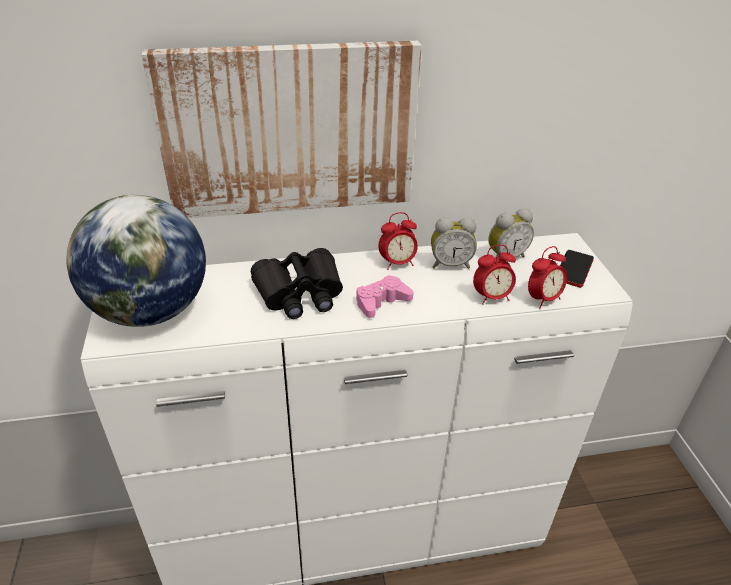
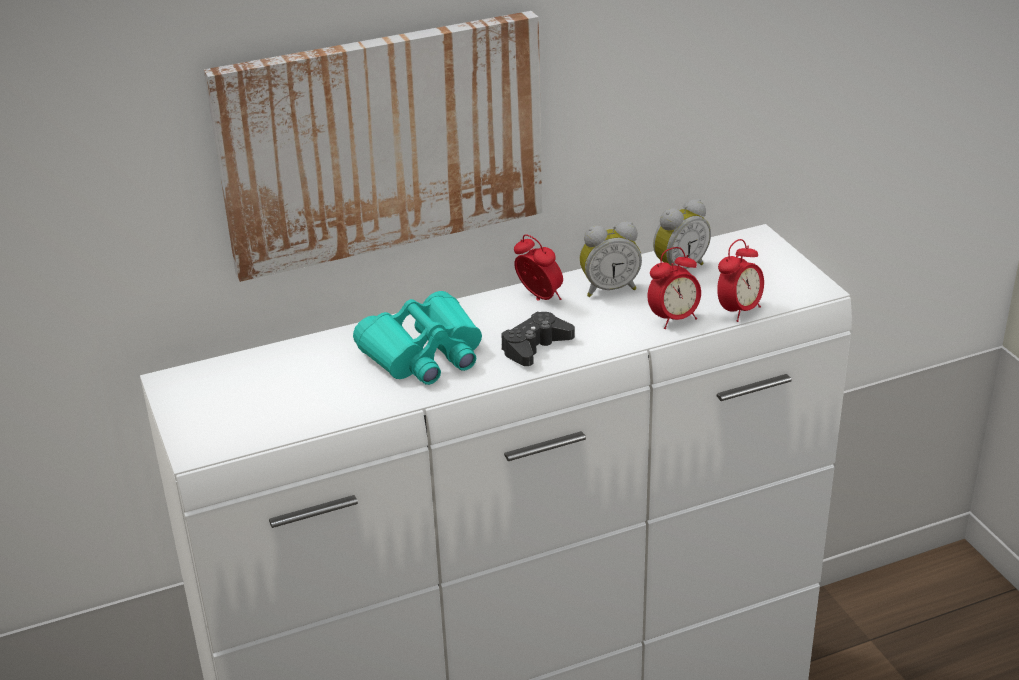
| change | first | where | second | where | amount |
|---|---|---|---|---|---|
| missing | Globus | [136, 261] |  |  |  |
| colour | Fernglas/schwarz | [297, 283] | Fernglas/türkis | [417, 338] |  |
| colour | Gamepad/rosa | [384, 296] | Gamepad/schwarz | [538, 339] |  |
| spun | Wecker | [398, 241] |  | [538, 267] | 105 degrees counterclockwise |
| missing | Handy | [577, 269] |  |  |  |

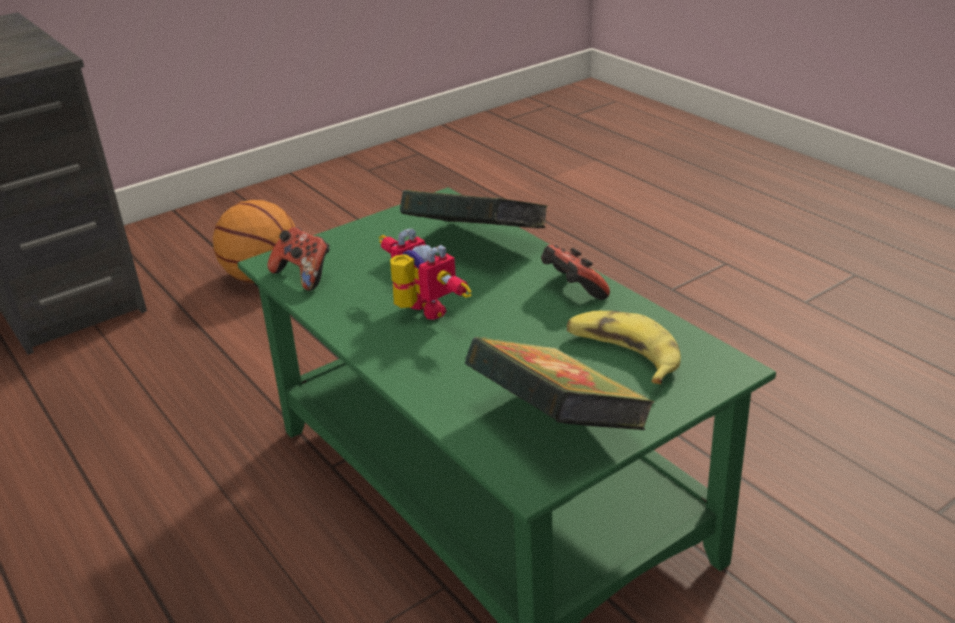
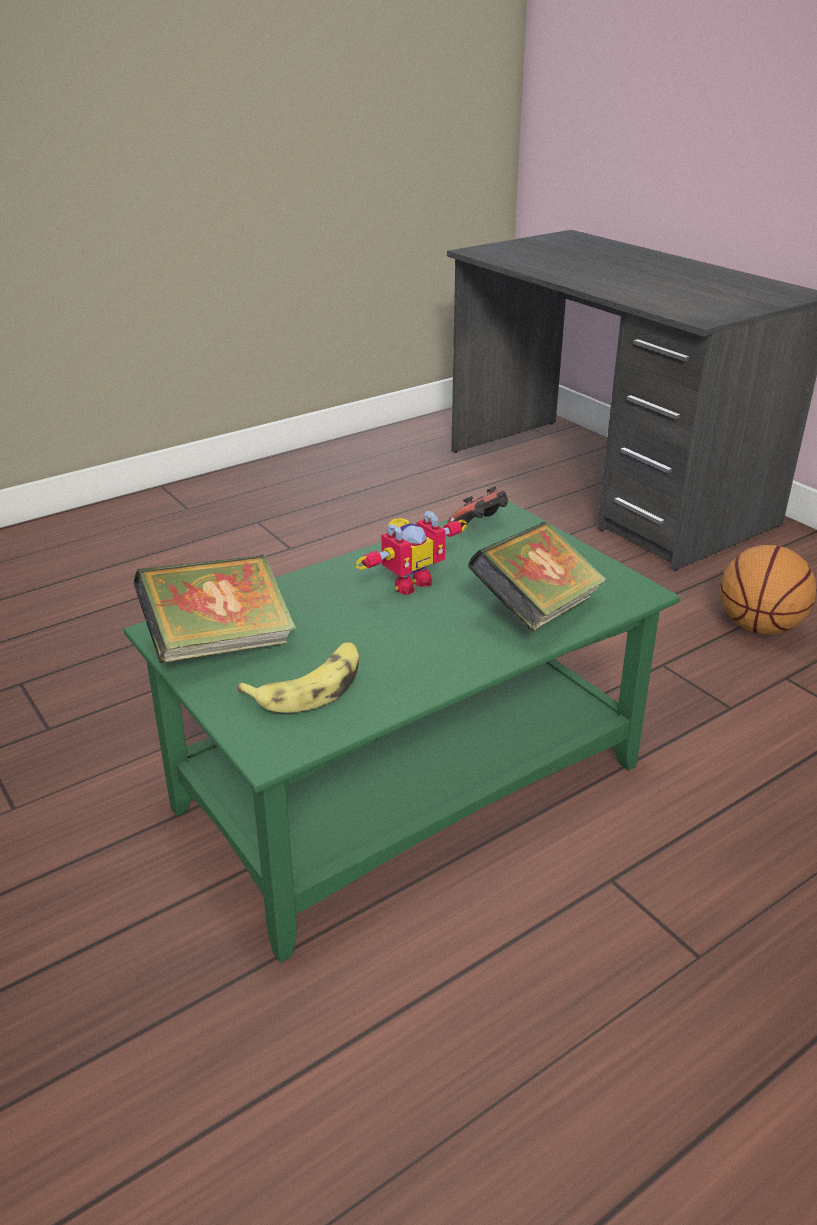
| change | first | where | second | where | amount |
|---|---|---|---|---|---|
| missing | Gamepad | [575, 272] |  |  |  |

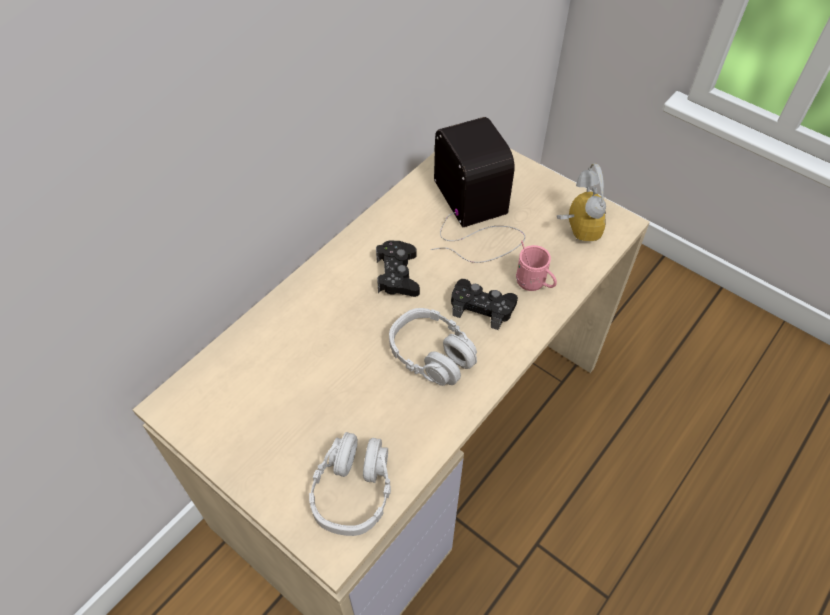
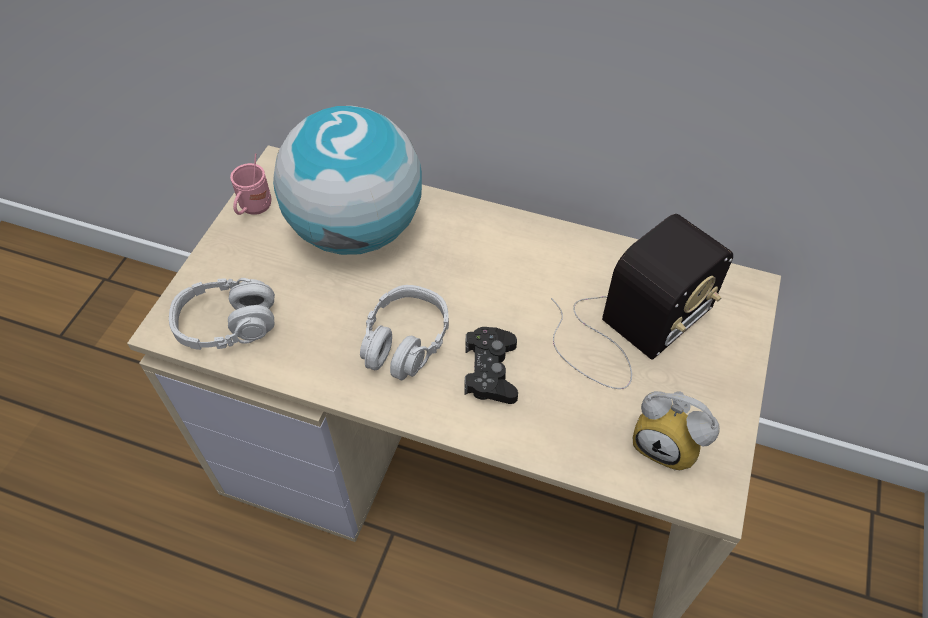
| change | first | where | second | where | amount |
|---|---|---|---|---|---|
| missing | Gamepad/schwarz | [398, 269] |  |  |  |
| relocated | Henkelbecher/rosa | [536, 265] |  | [250, 184] |  |
| spun | Wecker | [581, 202] |  | [676, 430] | 60 degrees clockwise |
| appeared |  |  | Globus | [347, 180] |  |

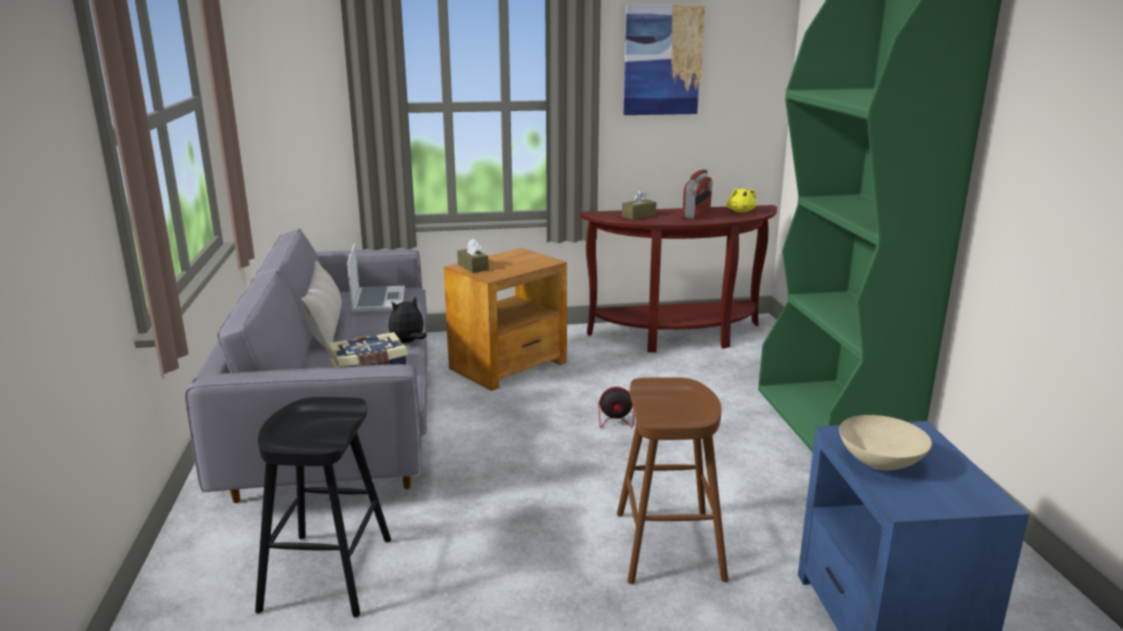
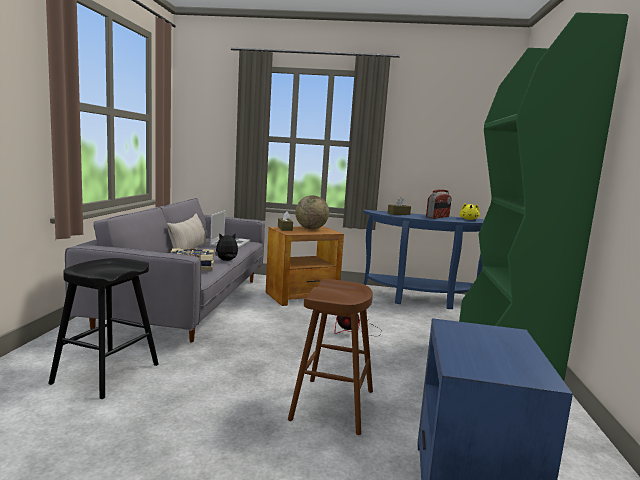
| change | first | where | second | where | amount |
|---|---|---|---|---|---|
| colour | Konsolentisch/braun | [678, 279] | Konsolentisch/blau | [423, 259] |  |
| missing | Bild | [664, 60] |  |  |  |
| missing | Schüssel/beige | [885, 443] |  |  |  |
| appeared |  |  | Globus | [312, 212] |  |

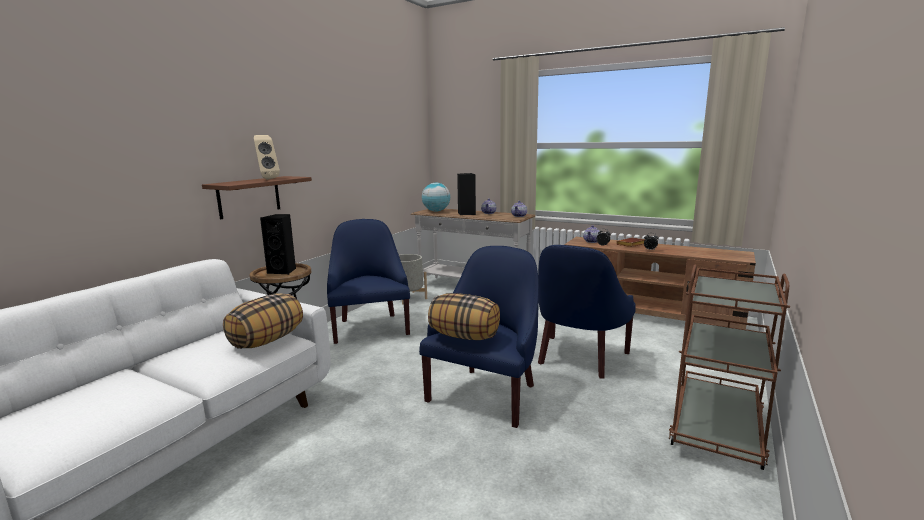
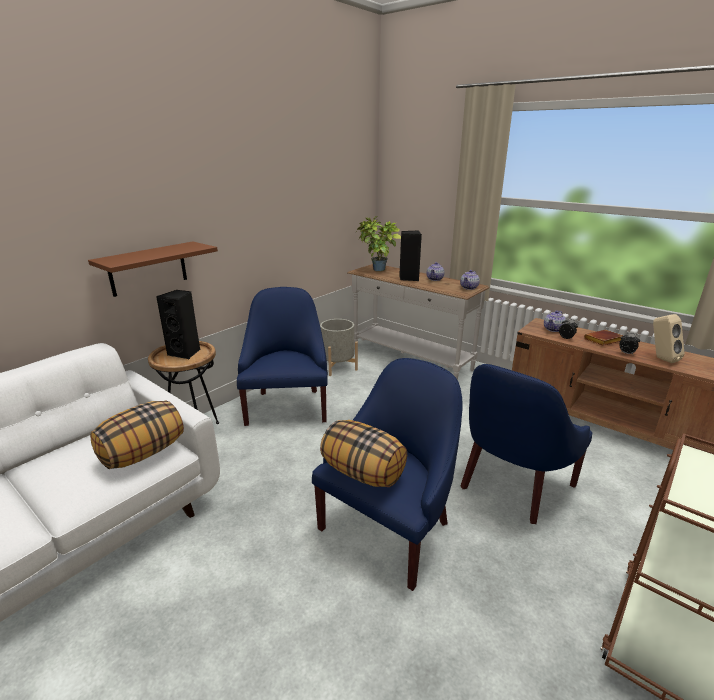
| change | first | where | second | where | amount |
|---|---|---|---|---|---|
| relocated | Lautsprecher/beige | [267, 157] |  | [669, 338] |  |
| exchanged | Globus | [436, 197] | Topfpflanze | [378, 243] |  |

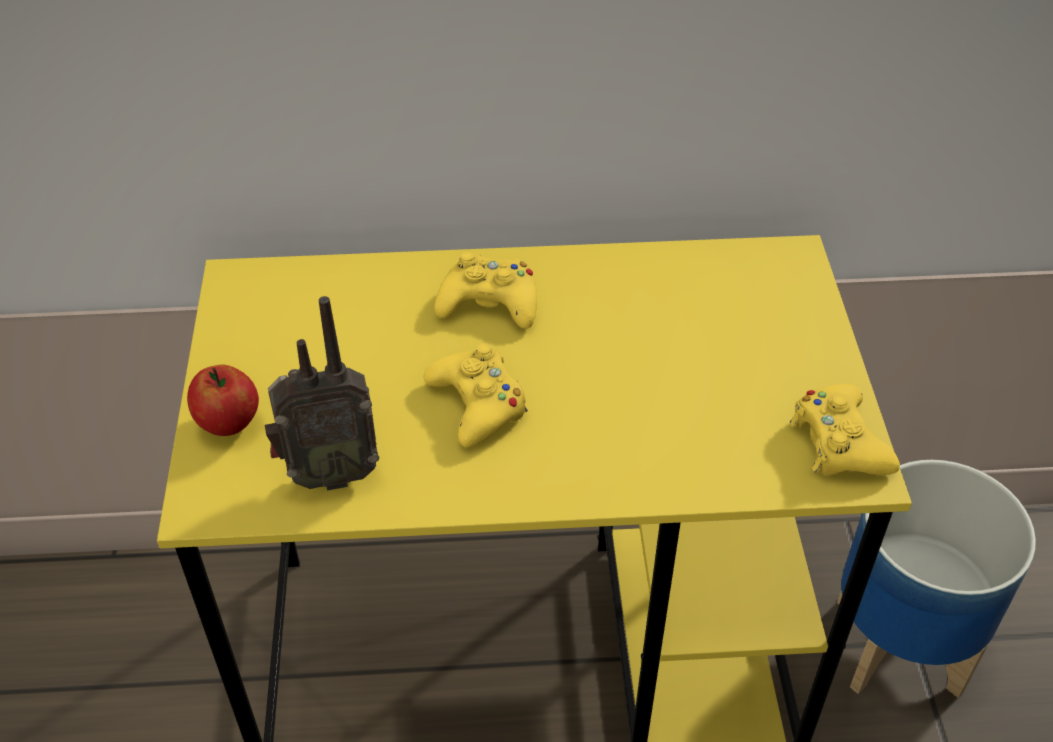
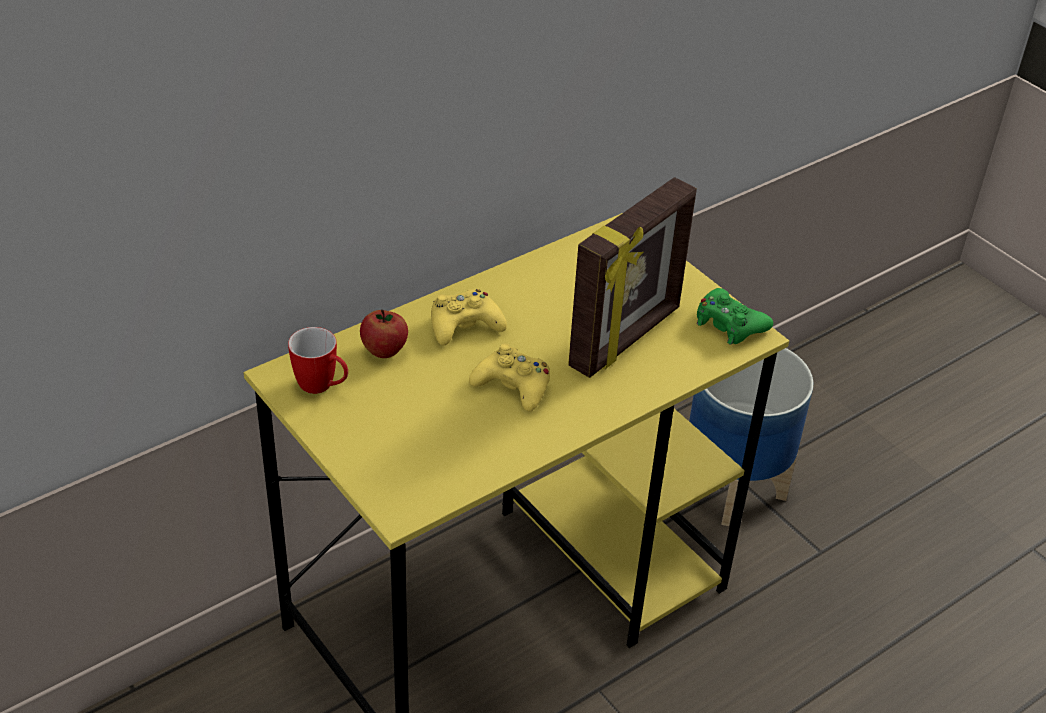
| change | first | where | second | where | amount |
|---|---|---|---|---|---|
| relocated | Apfel | [223, 400] |  | [384, 334] |  |
| missing | Radio | [322, 393] |  |  |  |
| colour | Gamepad/gelb | [845, 429] | Gamepad/grün | [735, 316] |  |
| appeared |  |  | Henkelbecher | [318, 360] |  |
| appeared |  |  | Bilderrahmen | [632, 277] |  |

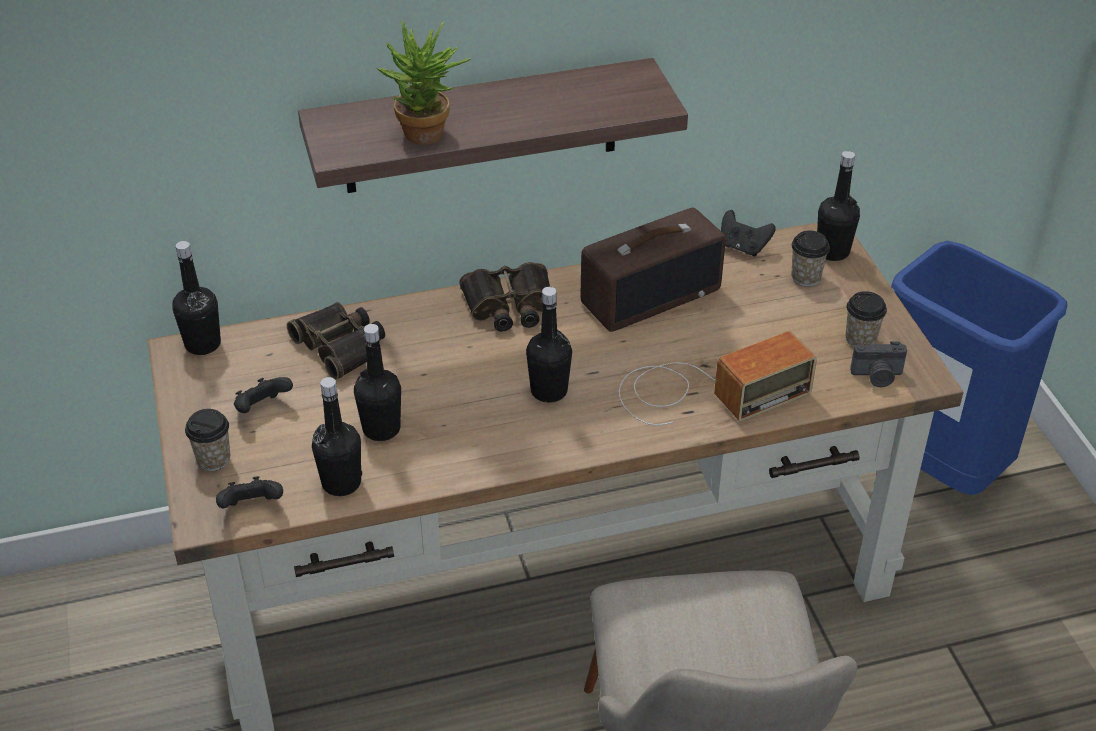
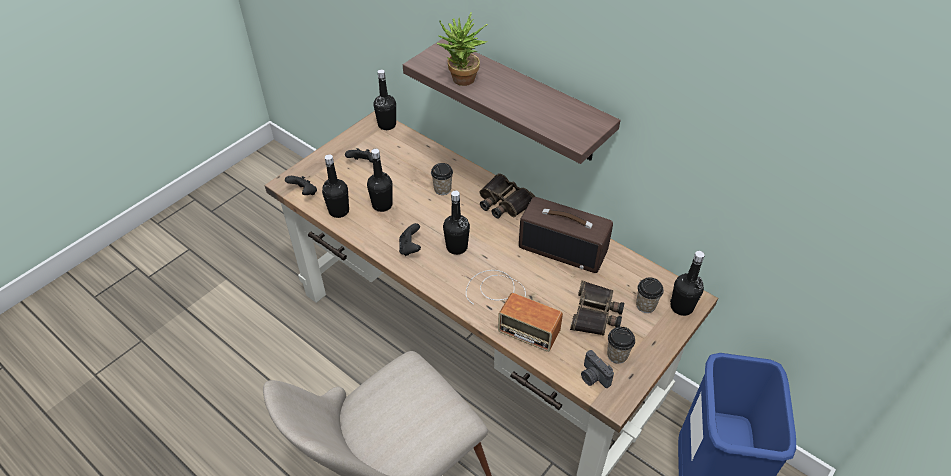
| change | first | where | second | where | amount |
|---|---|---|---|---|---|
| relocated | Tasse | [207, 440] |  | [442, 179] |  |
| relocated | Fernglas | [336, 341] |  | [597, 308] |  |
| relocated | Gamepad/schwarz | [748, 233] |  | [410, 239] |  |

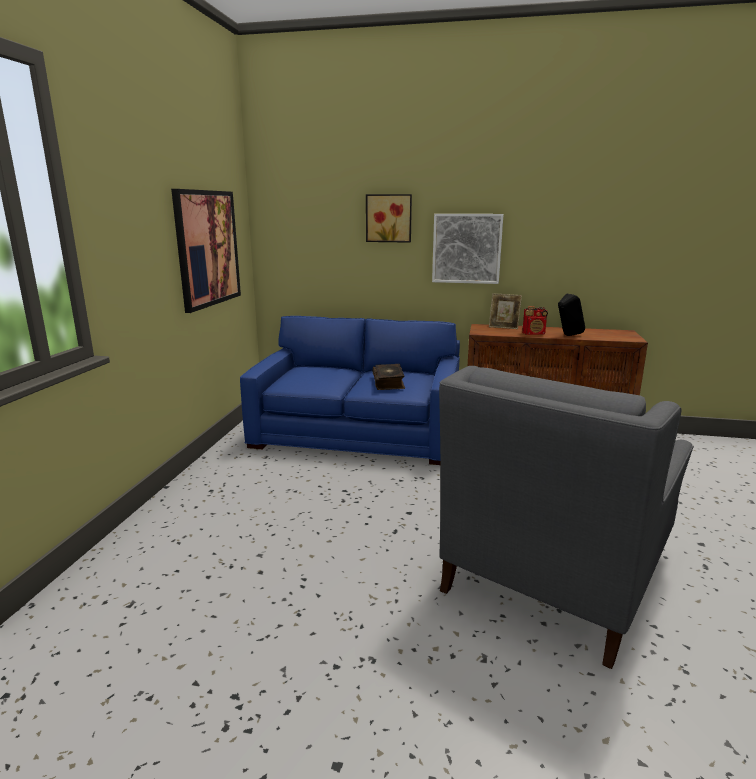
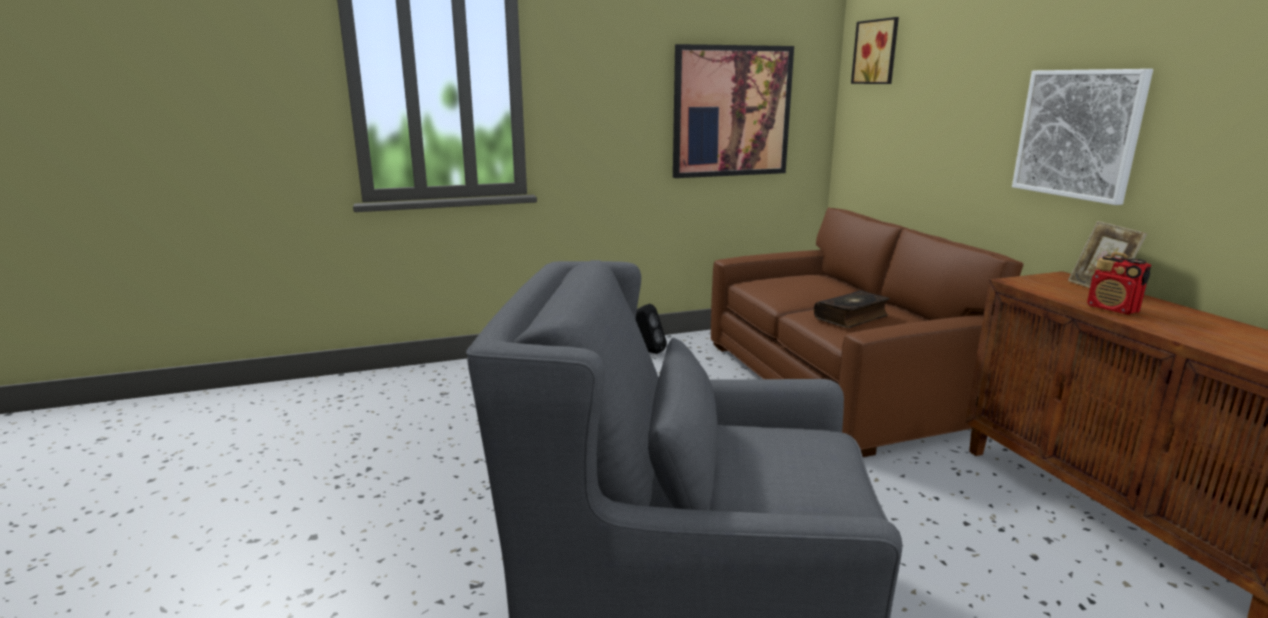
| change | first | where | second | where | amount |
|---|---|---|---|---|---|
| colour | Sofa/blau | [350, 390] | Sofa/braun | [867, 332] |  |
| relocated | Bild | [389, 218] |  | [875, 50] |  |
| relocated | Lautsprecher/schwarz | [571, 314] |  | [651, 329] |  |

